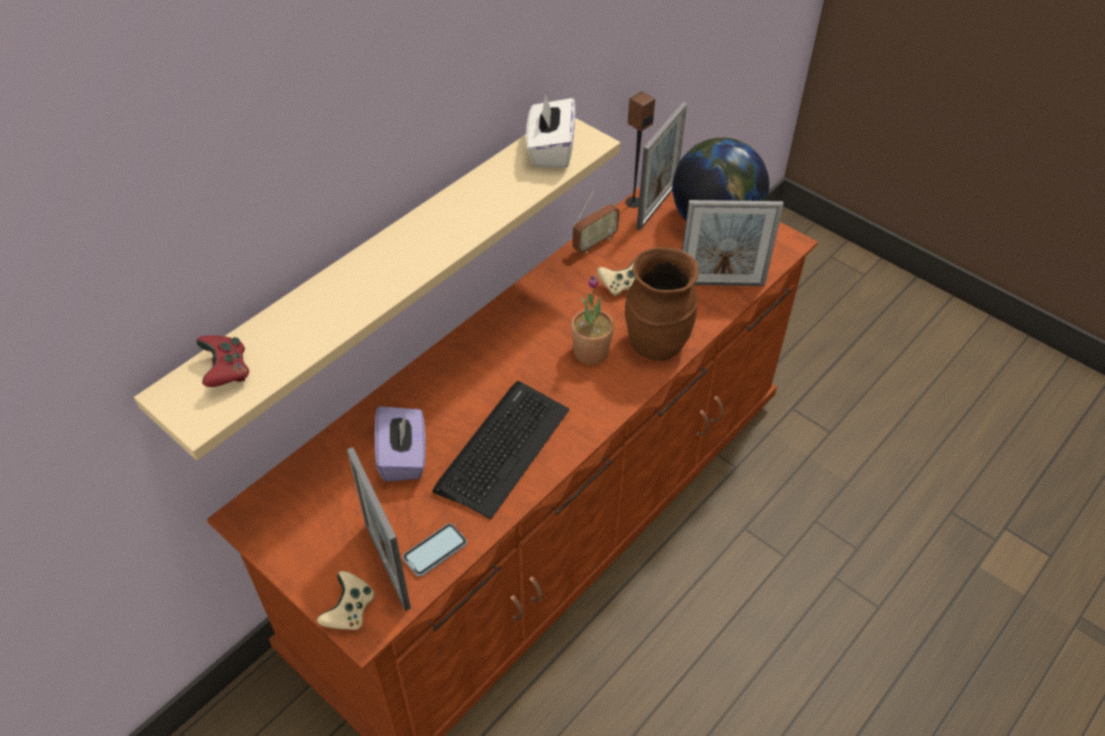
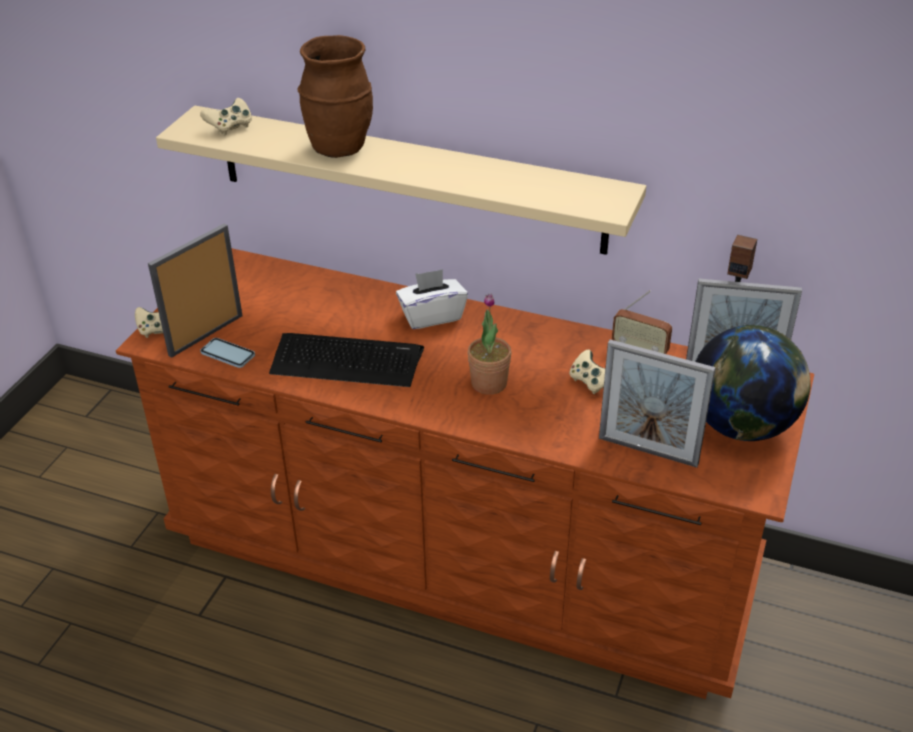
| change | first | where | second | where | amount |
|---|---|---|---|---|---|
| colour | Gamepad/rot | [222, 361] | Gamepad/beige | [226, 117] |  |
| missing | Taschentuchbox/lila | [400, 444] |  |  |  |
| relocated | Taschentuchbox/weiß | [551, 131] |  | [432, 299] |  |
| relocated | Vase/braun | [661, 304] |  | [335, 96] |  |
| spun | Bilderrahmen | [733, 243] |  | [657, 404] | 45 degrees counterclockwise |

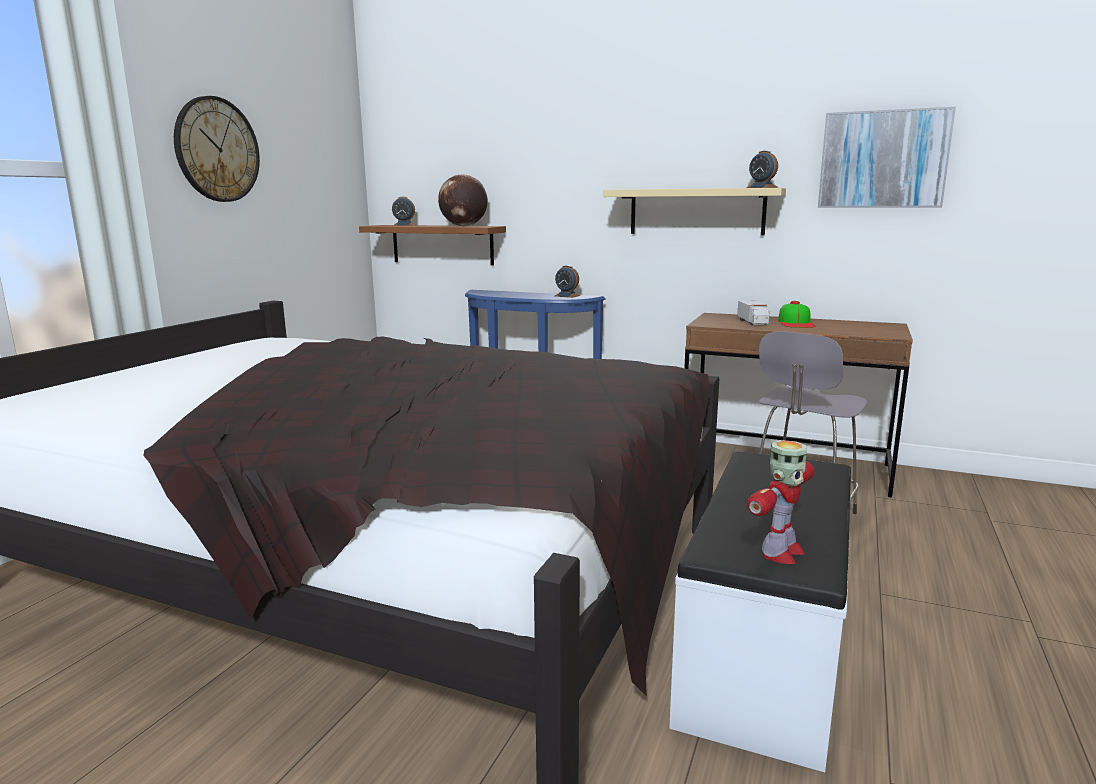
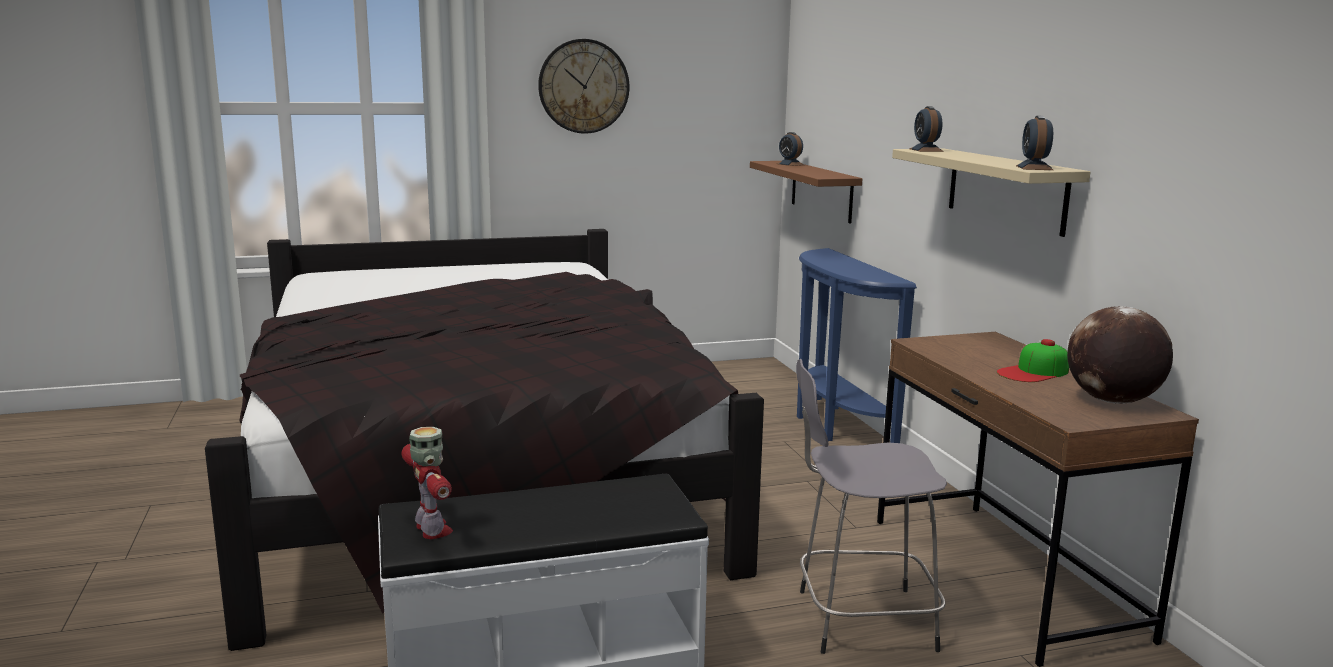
| change | first | where | second | where | amount |
|---|---|---|---|---|---|
| relocated | Globus | [463, 200] |  | [1120, 355] |  |
| relocated | Wecker | [568, 281] |  | [927, 129] |  |
| missing | Spielzeuglaster | [753, 313] |  |  |  |
| spun | Spielzeugroboter | [780, 502] |  | [427, 483] | 120 degrees counterclockwise |
| missing | Bild | [887, 157] |  |  |  |

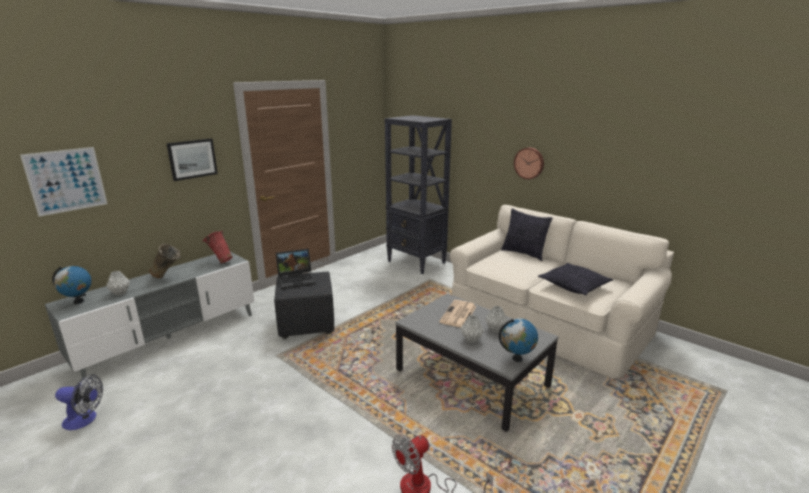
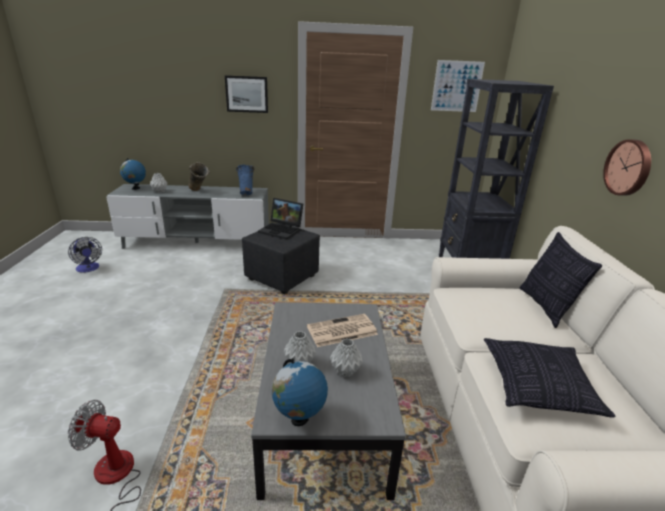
| change | first | where | second | where | amount |
|---|---|---|---|---|---|
| relocated | Bild | [63, 182] |  | [458, 86] |  |
| colour | Vase/rot | [218, 247] | Vase/blau | [245, 179] |  |

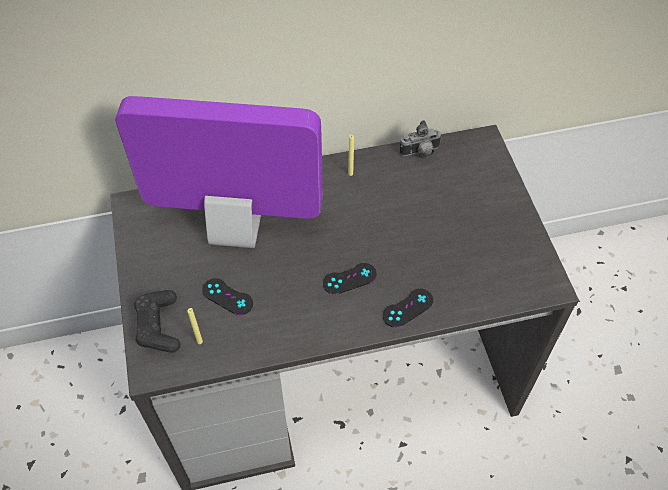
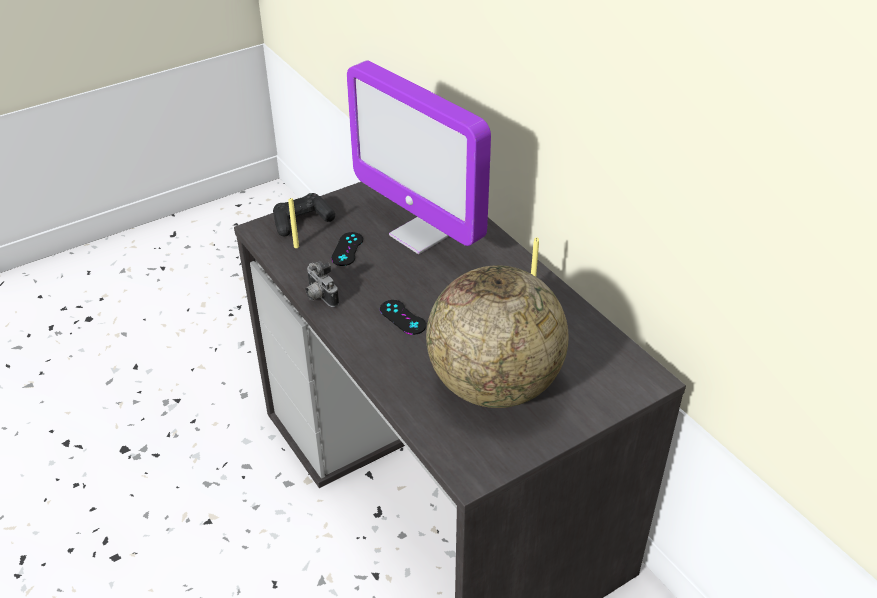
| change | first | where | second | where | amount |
|---|---|---|---|---|---|
| spun | Monitor | [218, 172] |  | [419, 157] | 150 degrees clockwise |
| missing | Gamepad/schwarz | [408, 308] |  |  |  |
| relocated | Kamera | [420, 139] |  | [322, 284] |  |
| appeared |  |  | Globus | [497, 336] |  |

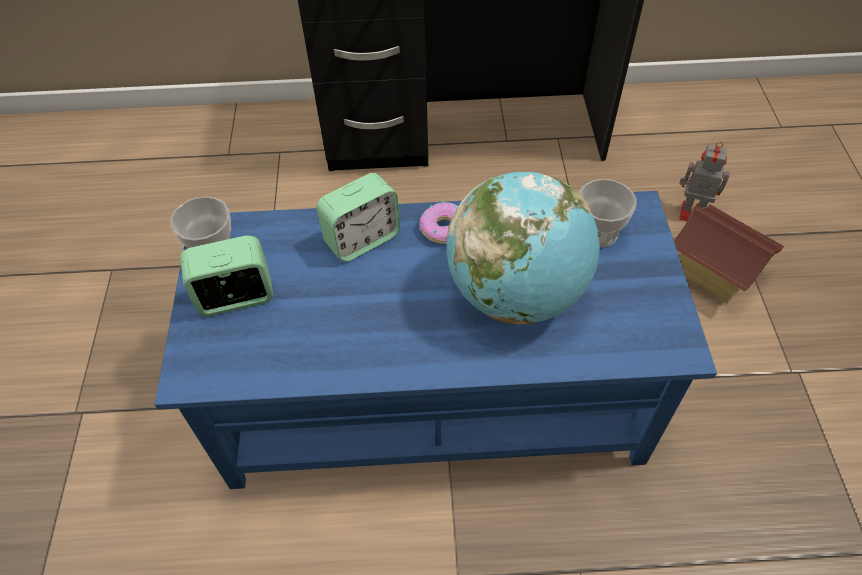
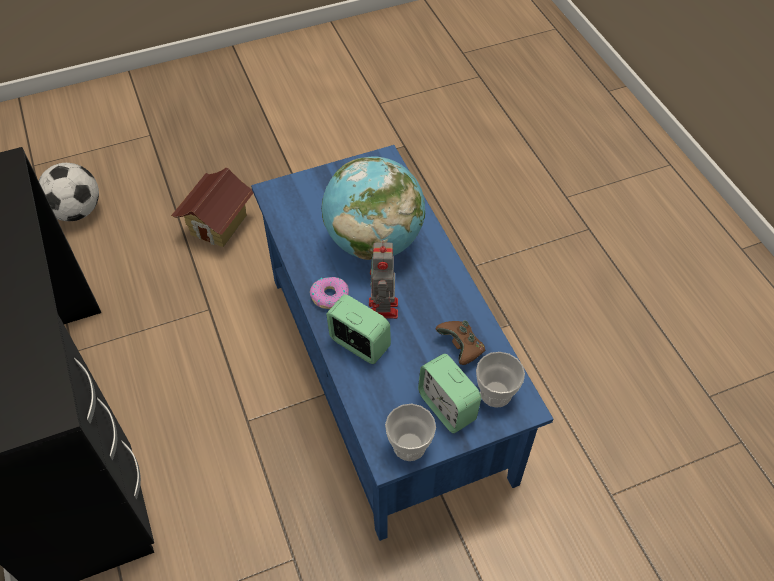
| change | first | where | second | where | amount |
|---|---|---|---|---|---|
| relocated | Tasse | [608, 213] |  | [500, 379] |  |
| relocated | Spielzeugroboter | [705, 181] |  | [383, 280] |  |
| appeared |  |  | Fußball | [69, 192] |  |
| appeared |  |  | Gamepad/braun | [460, 342] |  |

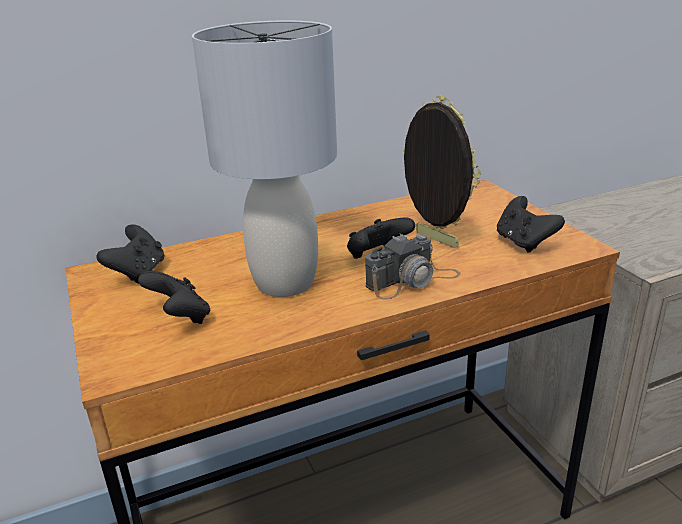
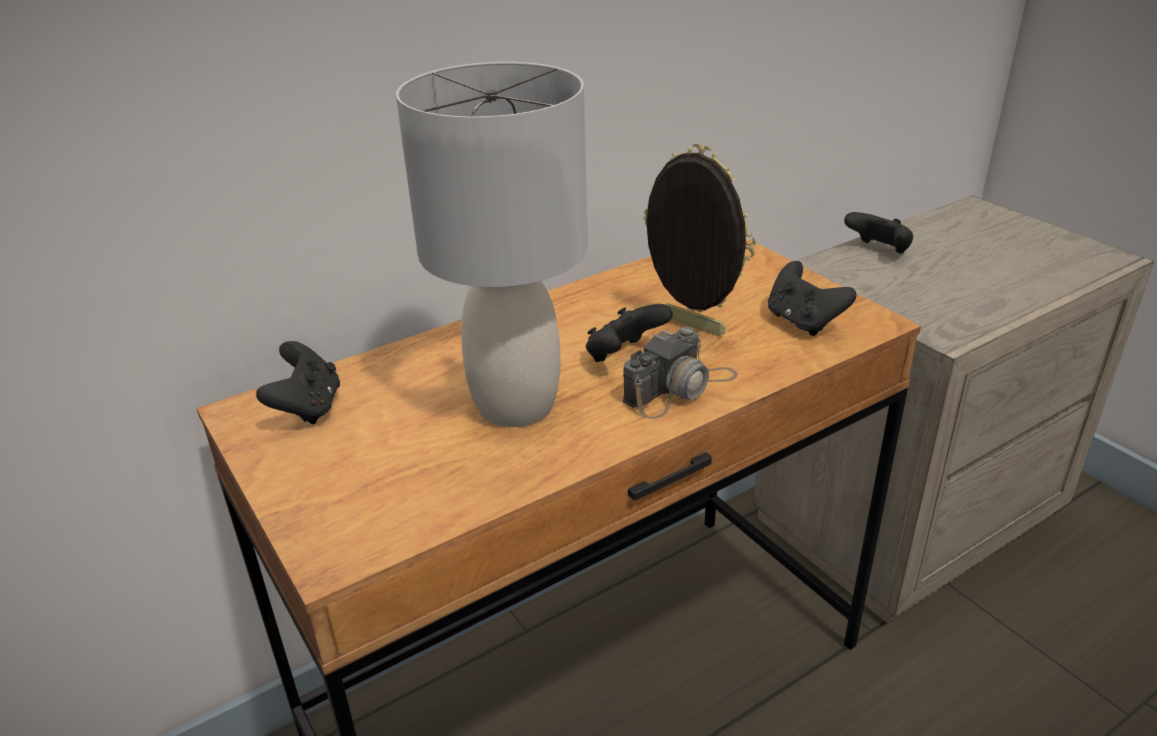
| change | first | where | second | where | amount |
|---|---|---|---|---|---|
| relocated | Gamepad/schwarz | [174, 297] |  | [878, 233] |  |

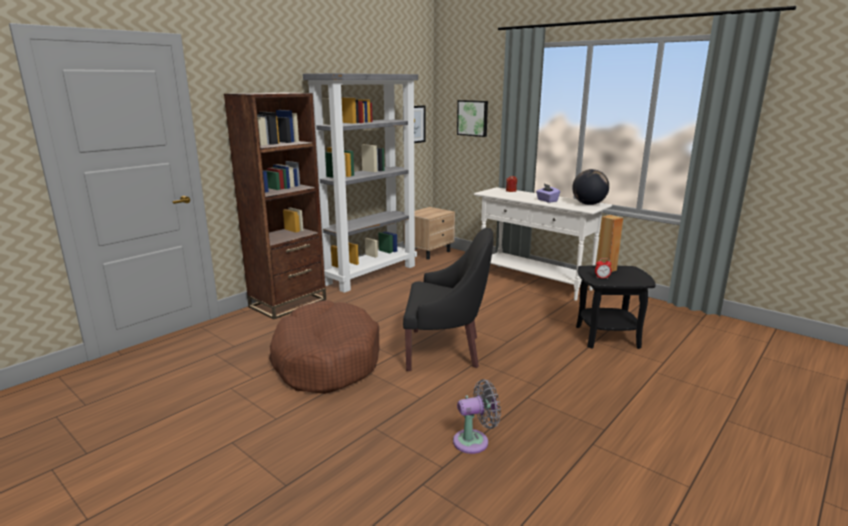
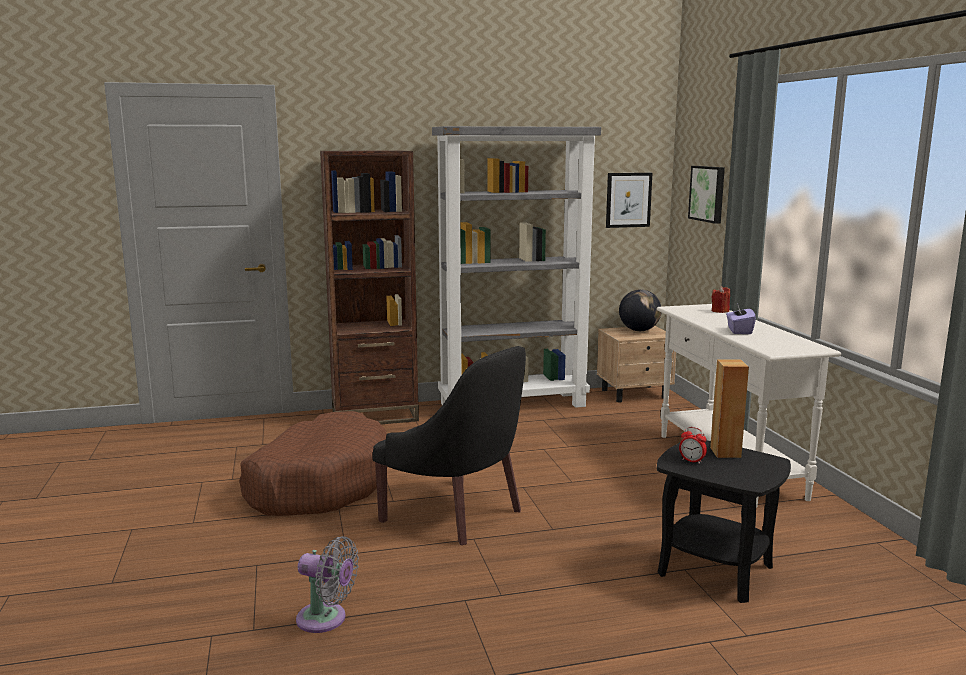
| change | first | where | second | where | amount |
|---|---|---|---|---|---|
| relocated | Globus | [590, 187] |  | [640, 310] |  |

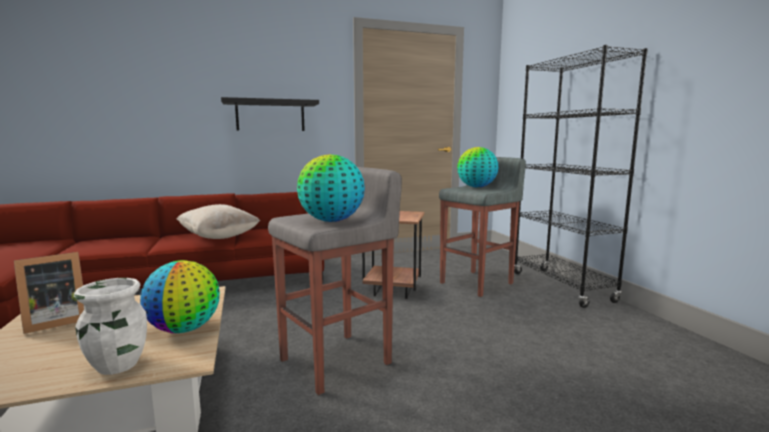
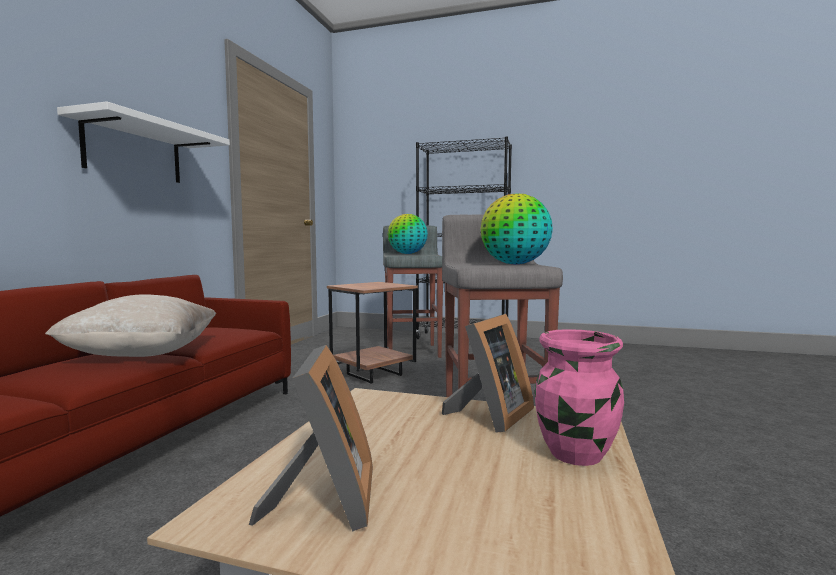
| change | first | where | second | where | amount |
|---|---|---|---|---|---|
| colour | Vase/weiß | [110, 326] | Vase/rosa | [579, 397] |  |
| exchanged | Globus | [180, 296] | Bilderrahmen | [488, 373] |  |
| colour | Wandregal/schwarz | [270, 114] | Wandregal/weiß | [143, 142] |  |

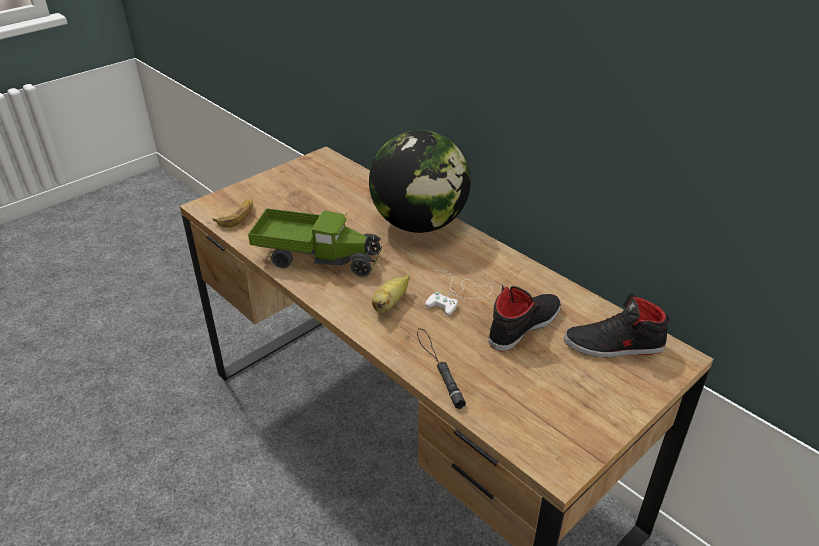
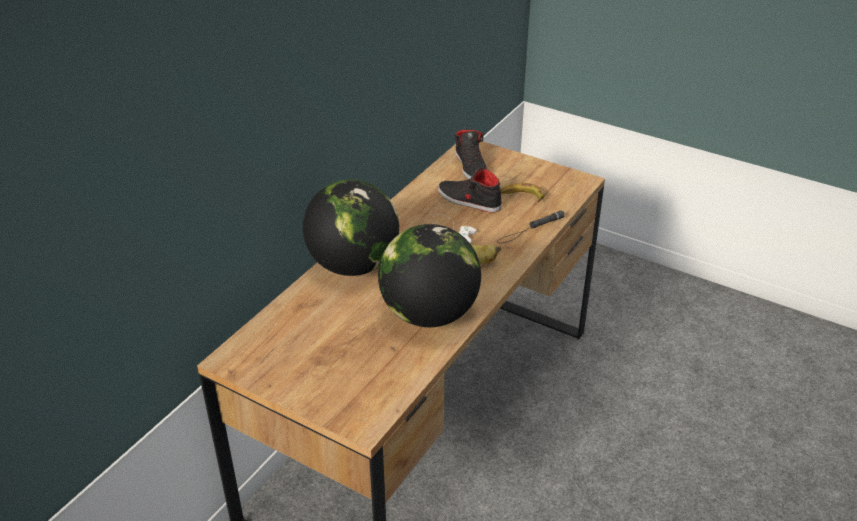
| change | first | where | second | where | amount |
|---|---|---|---|---|---|
| relocated | Banane | [233, 213] |  | [523, 192] |  |
| exchanged | Spielzeuglaster | [315, 242] | Globus | [429, 275] |  |

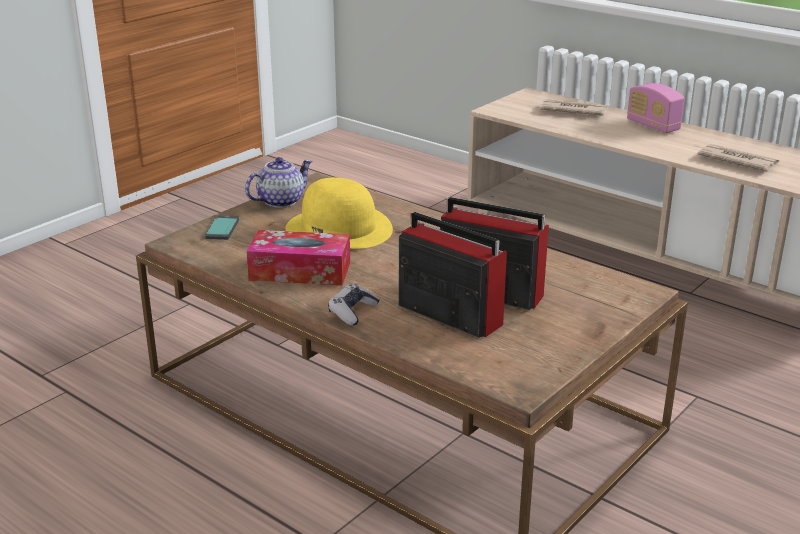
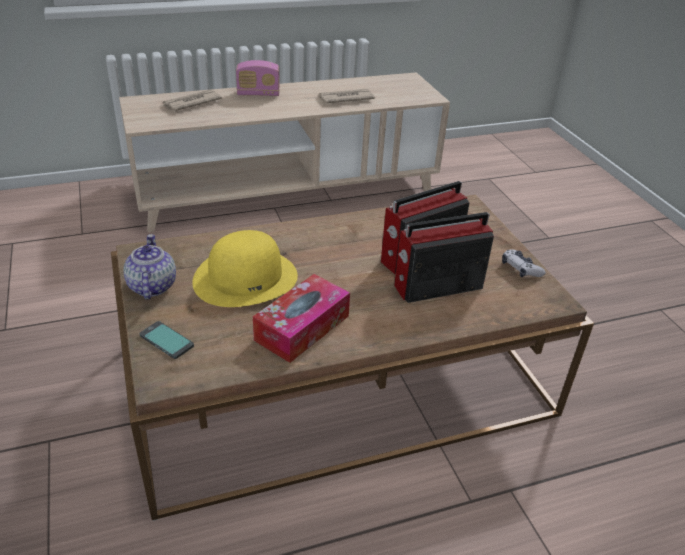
| change | first | where | second | where | amount |
|---|---|---|---|---|---|
| relocated | Gamepad | [353, 304] |  | [524, 263] |  |

